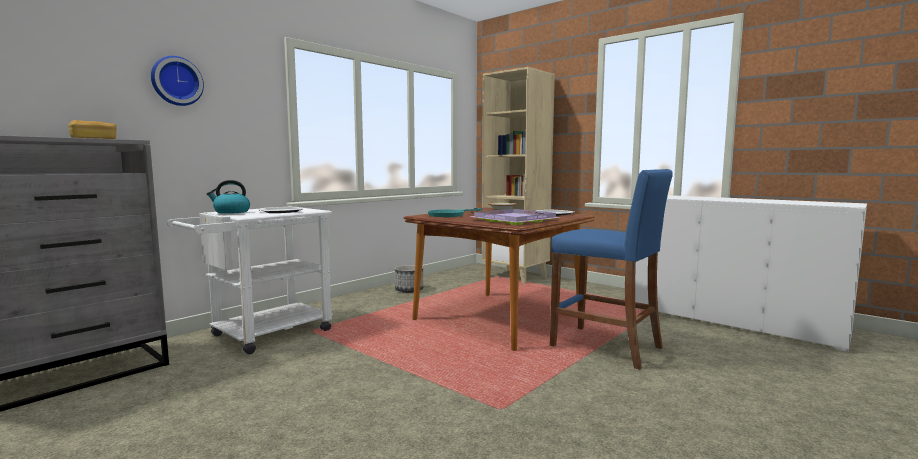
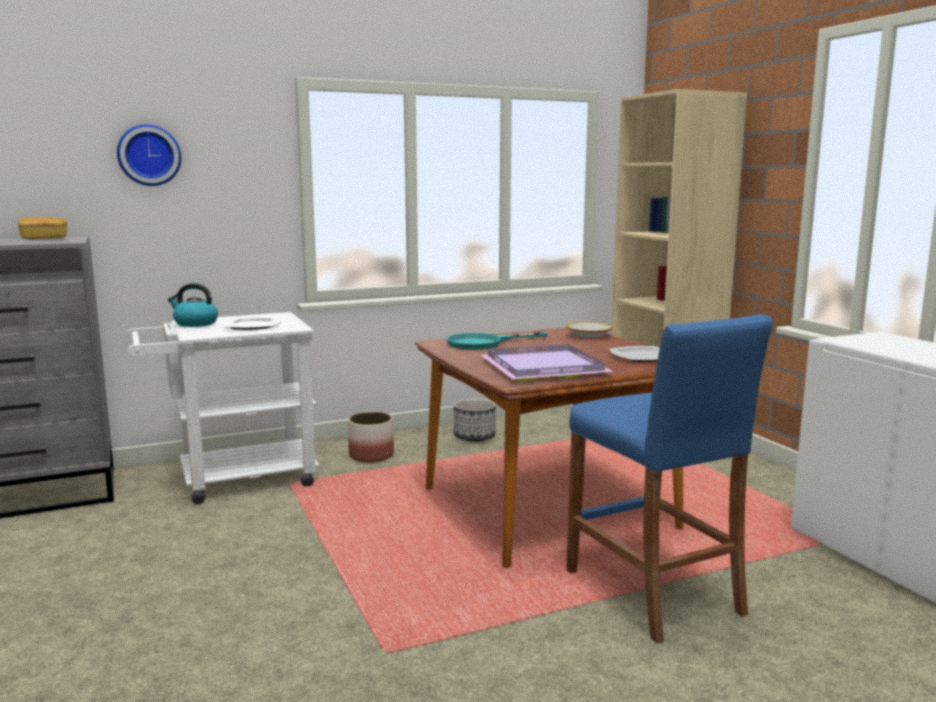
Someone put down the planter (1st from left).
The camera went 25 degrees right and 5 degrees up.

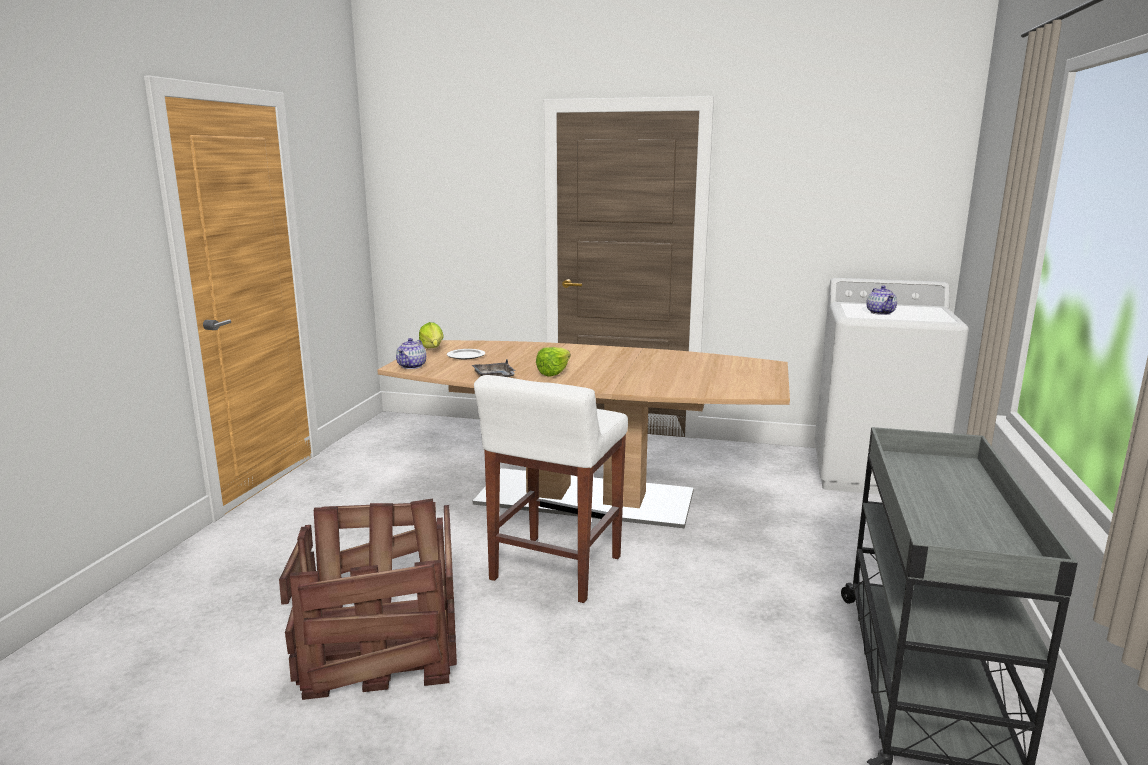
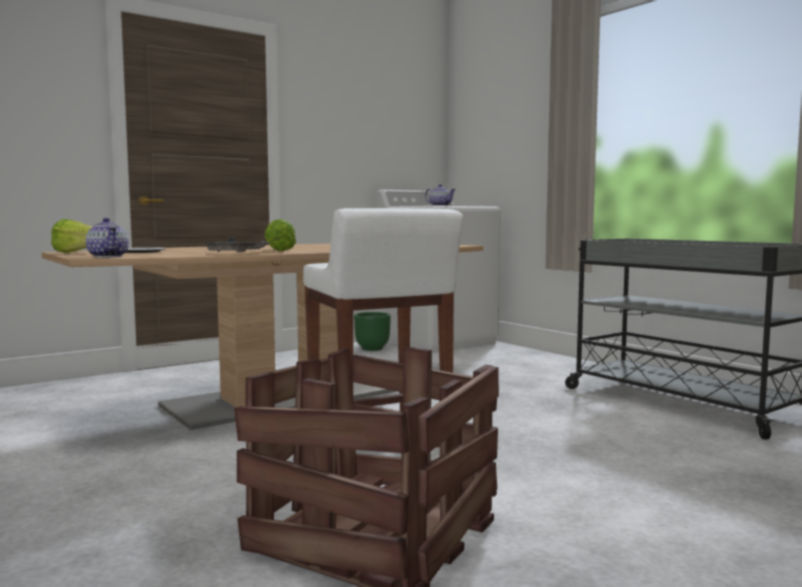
Someone put down the green planter.
The camera went 50 degrees left and 10 degrees down.

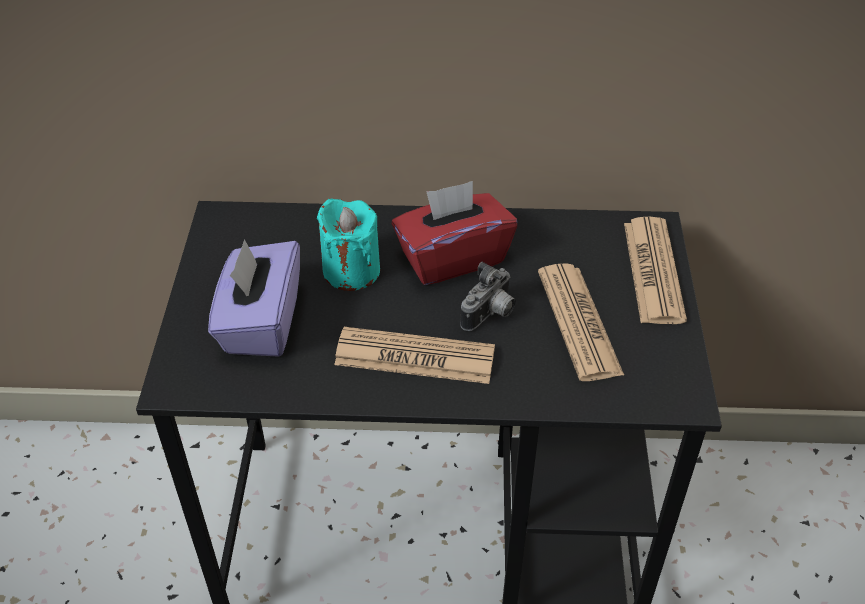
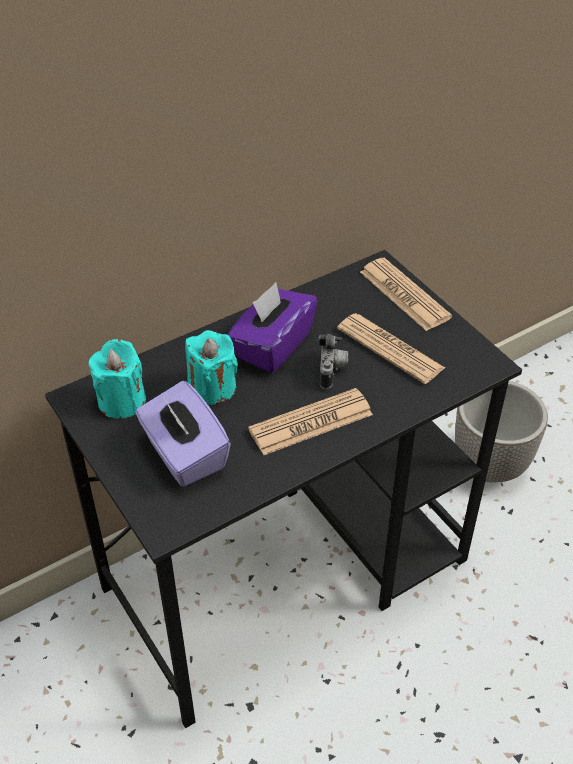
Someone put down the turquoise candle (1st from left).
Someone put down the planter.
Someone repainted the red tissue box, which became the purple tissue box (2nd from left).
The camera went 35 degrees left and 0 degrees up.

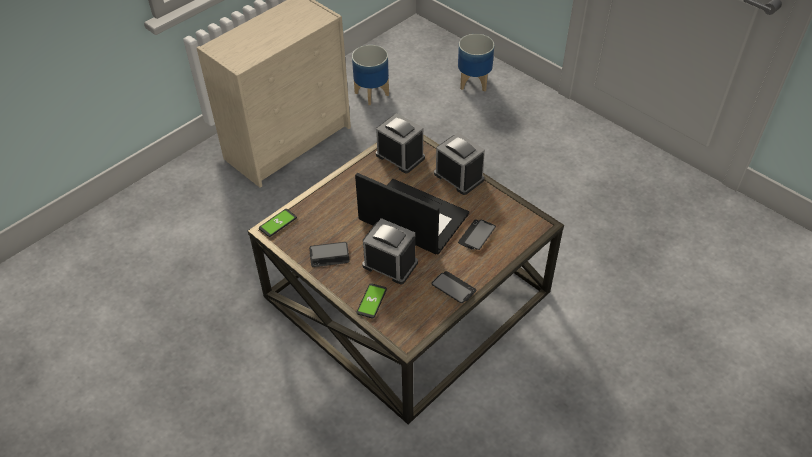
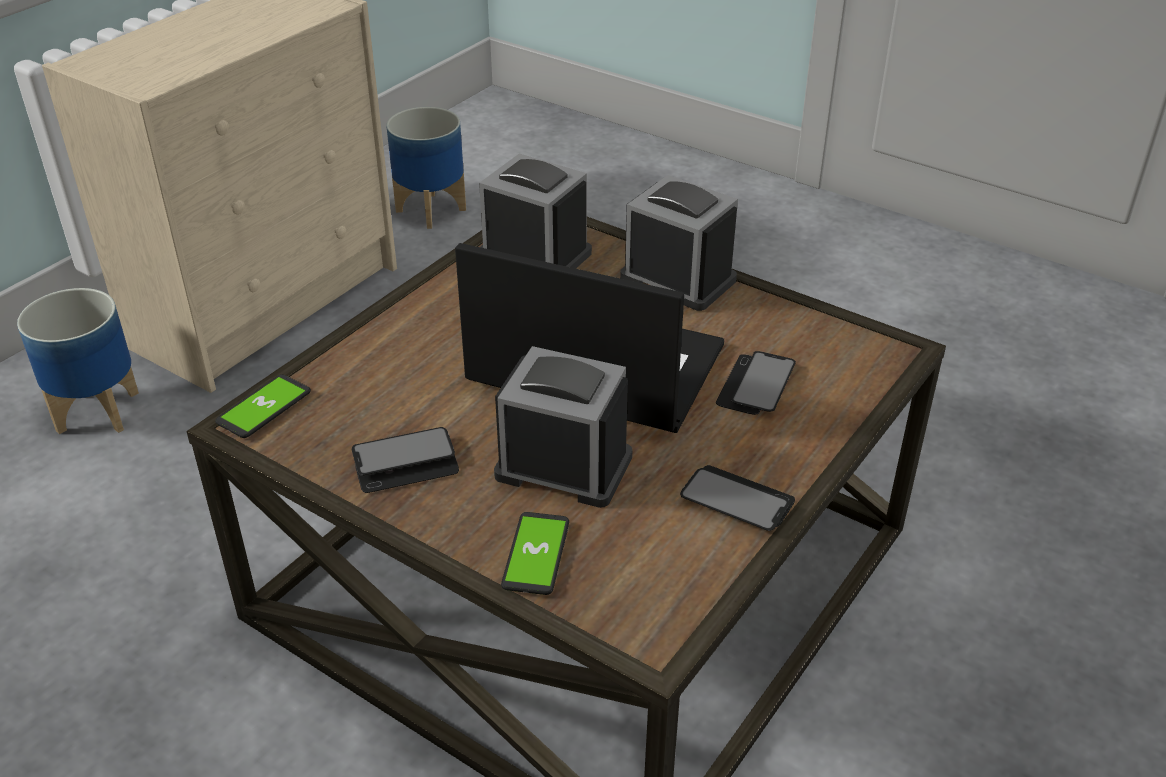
Someone carried the planter (2nd from left in the first image).
The camera went 10 degrees left and 10 degrees down.

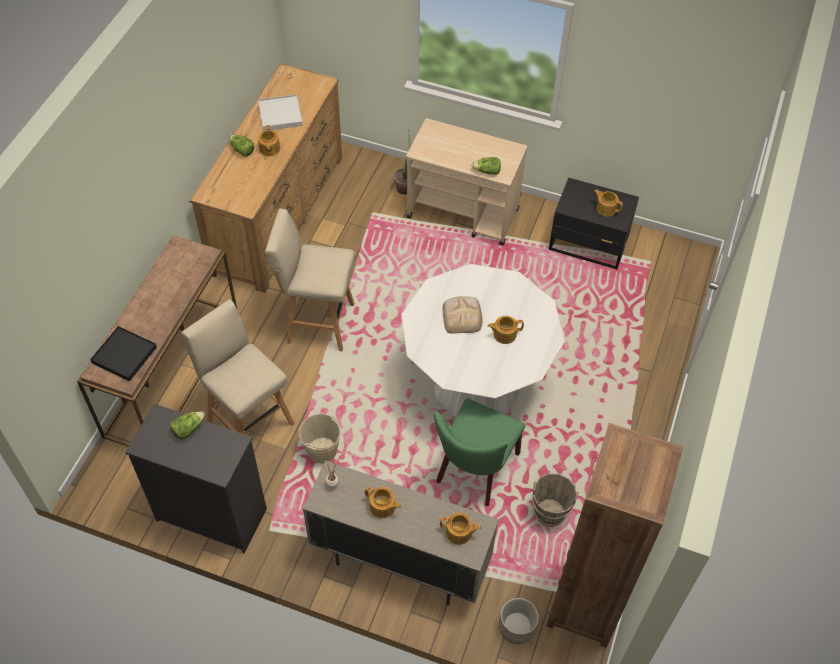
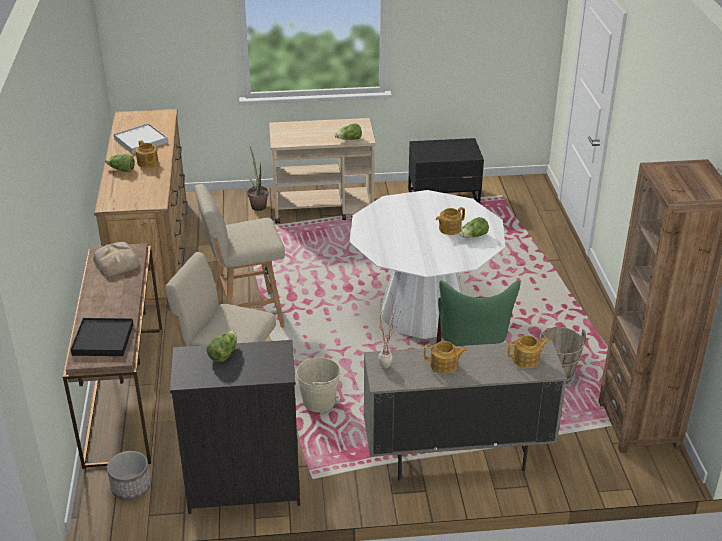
Someone took away the teapot (5th from left).
Someone put down the lettuce (4th from left).
Someone carried the bread.
Someone carried the planter.
The camera went 25 degrees left and 20 degrees down.

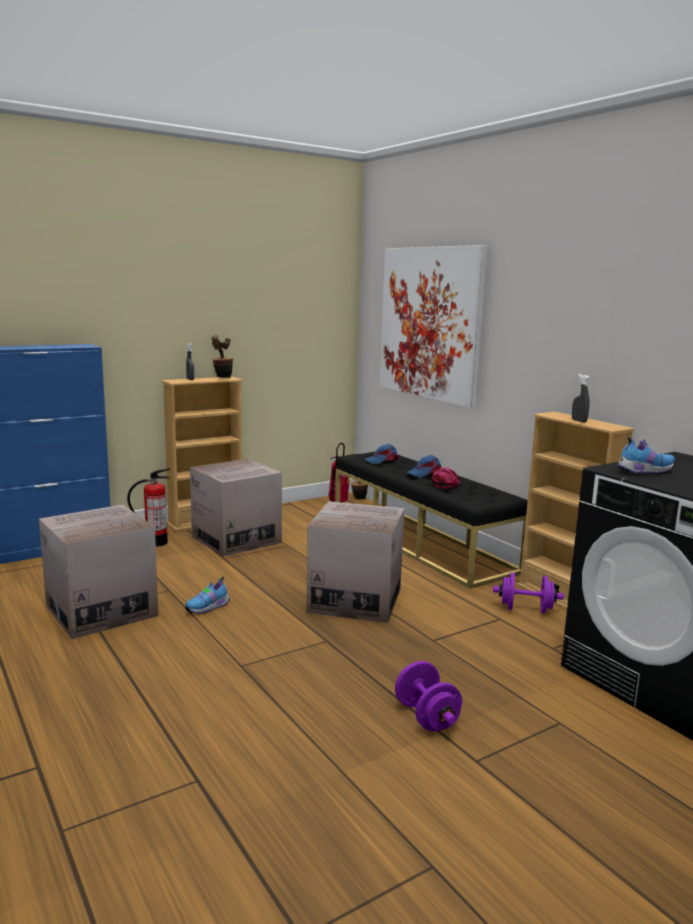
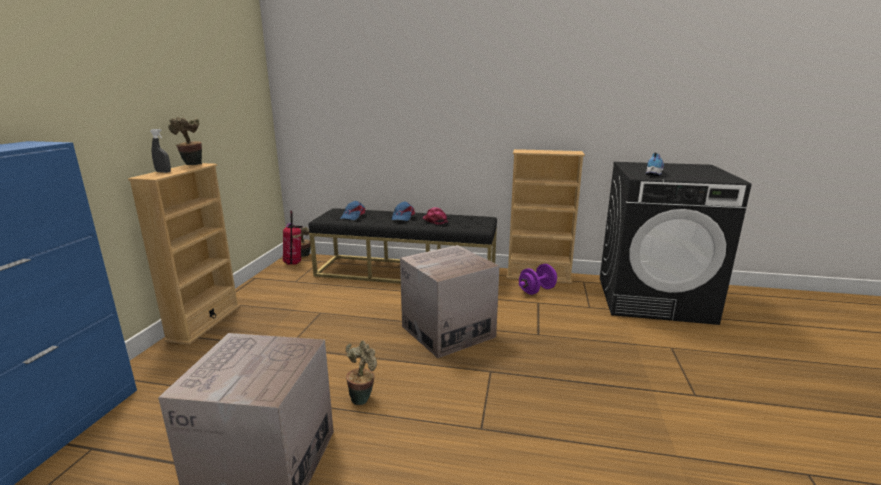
Someone took away the fire extinguisher (1st from left).
Someone took away the cardboard box (2nd from left).
Someone took away the picture.
Someone took away the purple dumbbell (1st from left).
Someone took away the grey spray bottle (2nd from left).
Someone swapped the shoe (1st from left) for the potted plant (3rd from left).
The camera went 45 degrees left and 5 degrees up.

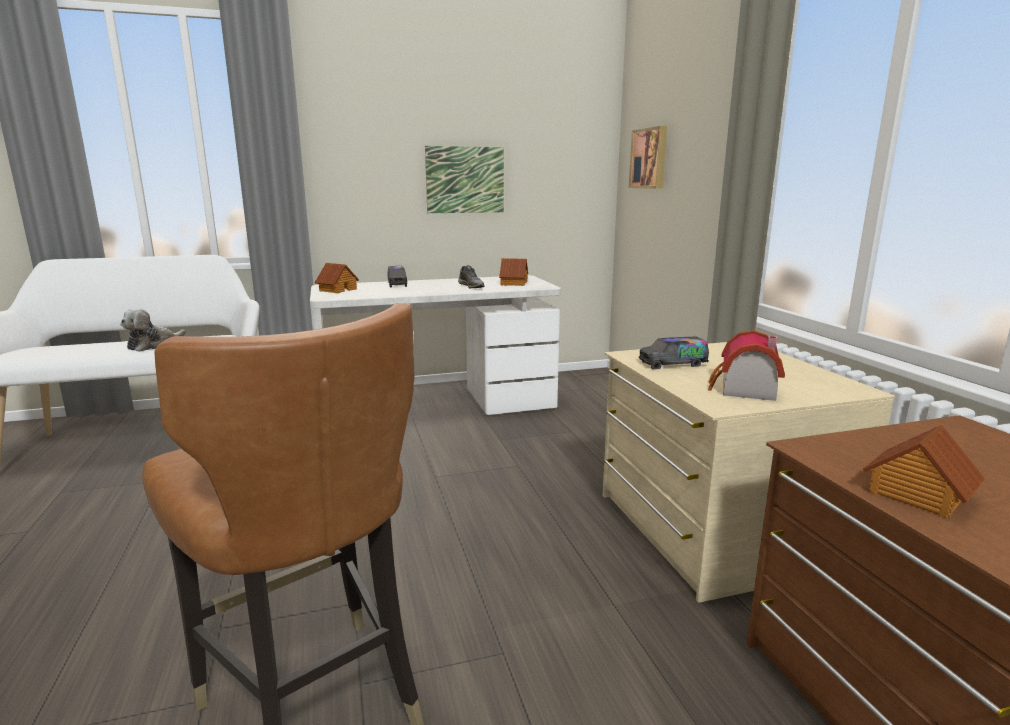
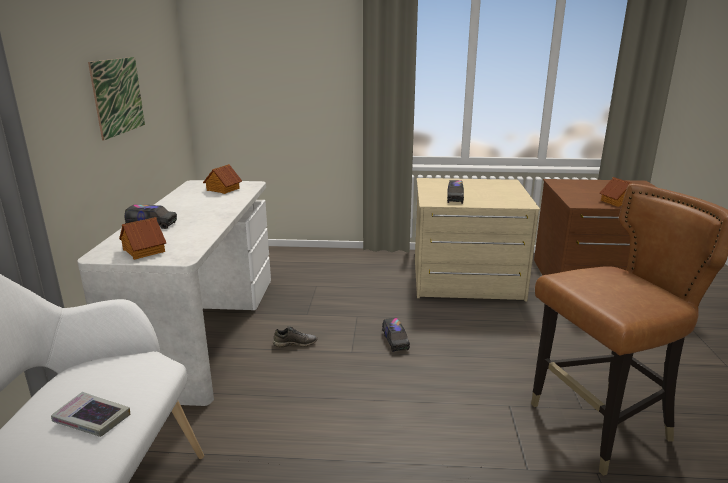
Someone took away the picture (2nd from left).
Someone took away the toy house (3rd from left).
Someone put down the toy truck (2nd from left).
Someone carried the grey shoe.
Someone swapped the plush toy for the book.
The camera went 70 degrees left and 5 degrees up.

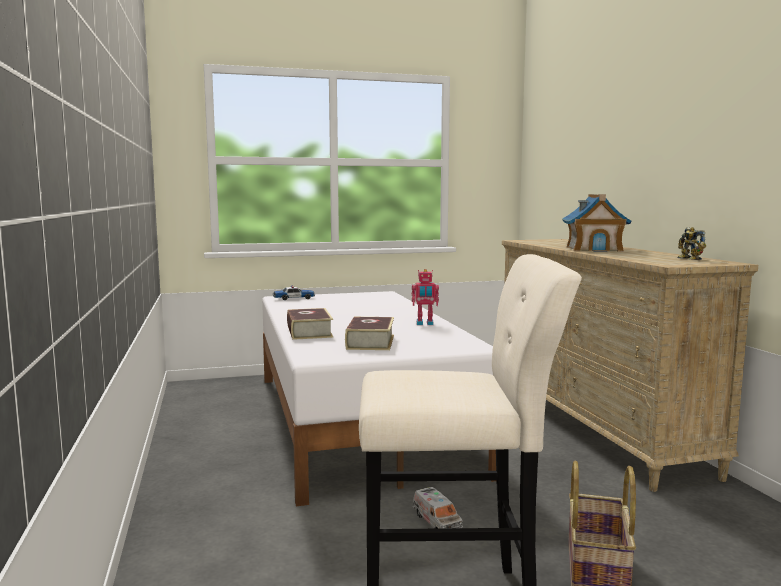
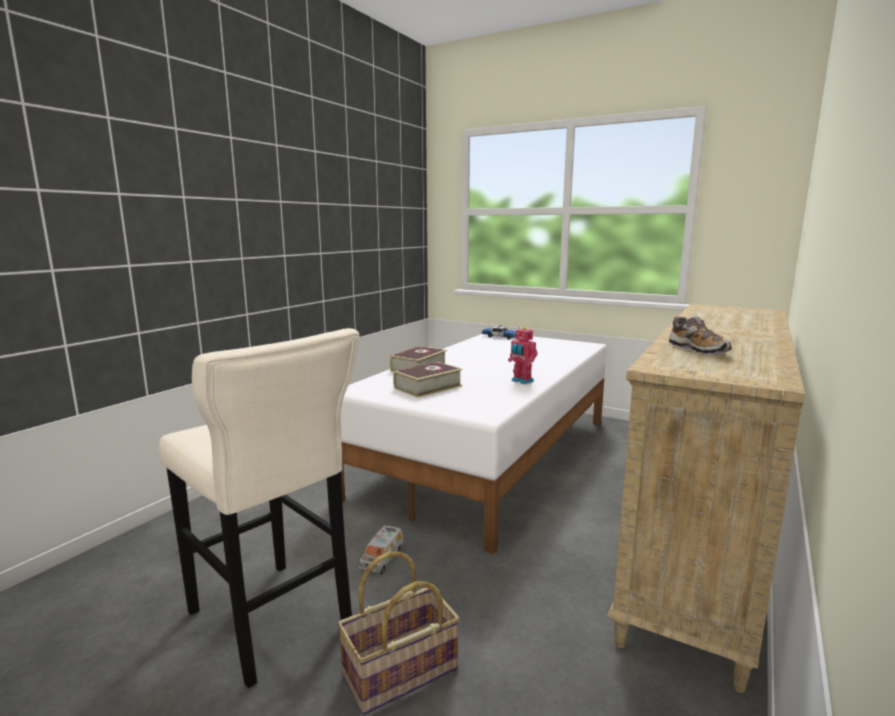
Someone took away the toy house.
Someone took away the toy robot (2nd from left).
Someone put down the shoe.
The camera went 45 degrees right and 5 degrees up.

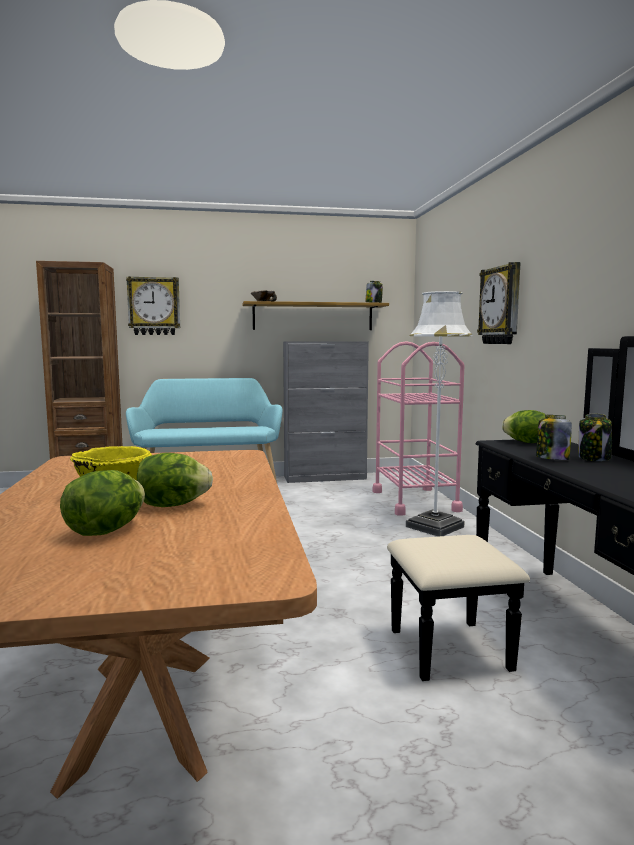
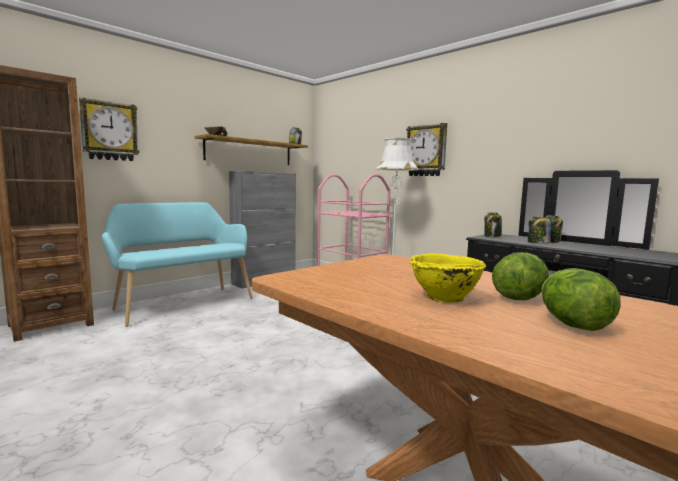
Someone swapped the lettuce (3rd from left) for the jar (2nd from left).
The camera went 35 degrees left and 0 degrees up.

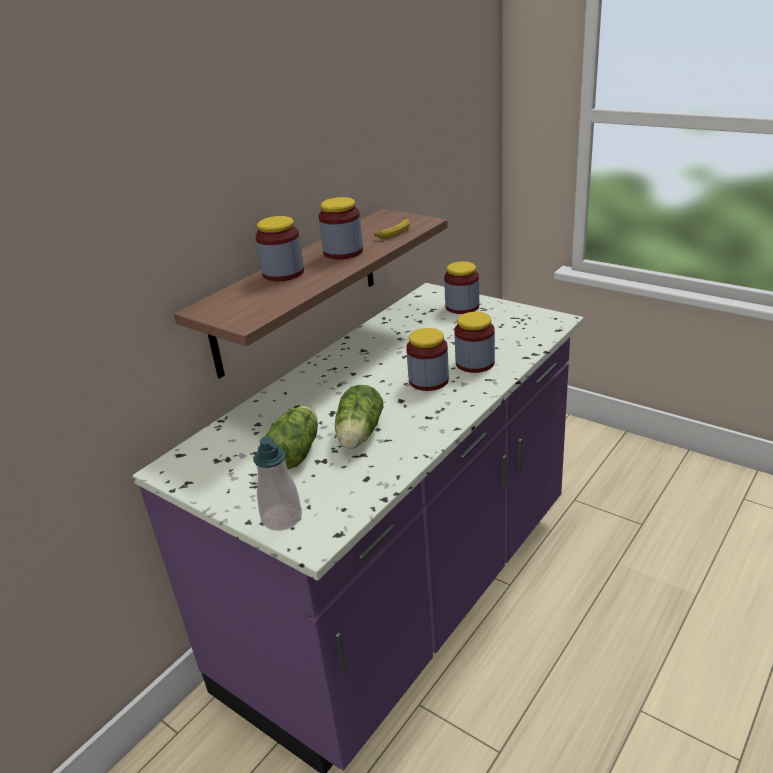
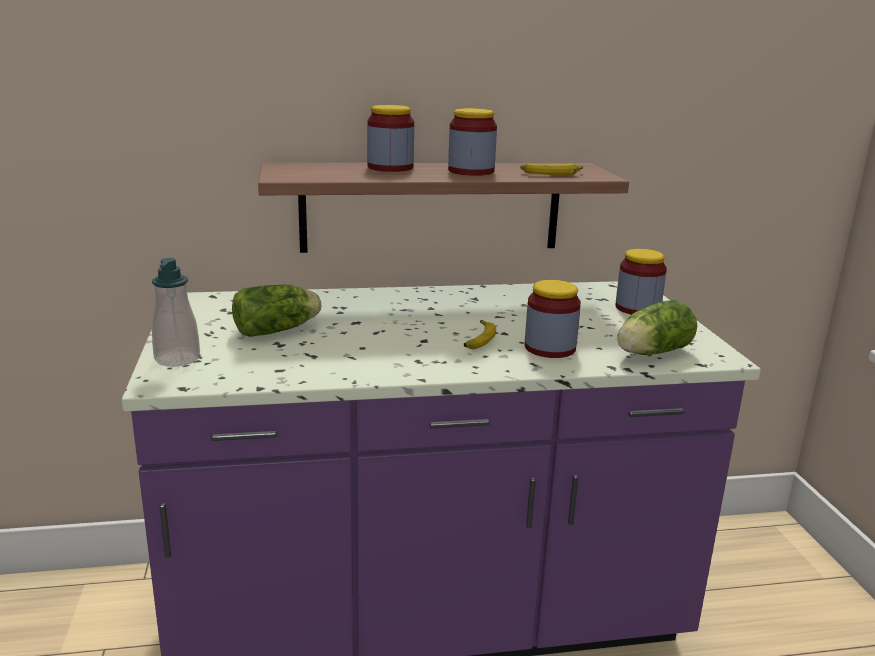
Someone carried the lettuce (2nd from left).
Someone swapped the jar (3rd from left) for the banana (1st from left).
The camera went 40 degrees right and 10 degrees down.

